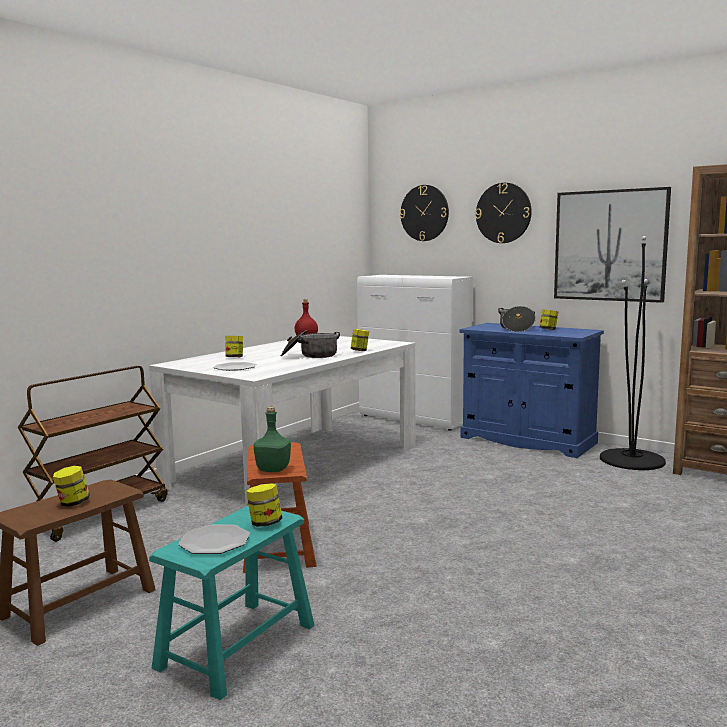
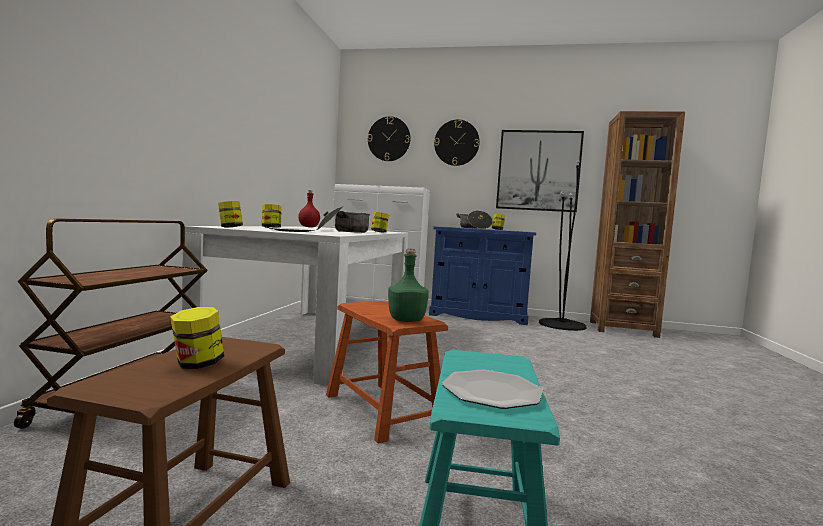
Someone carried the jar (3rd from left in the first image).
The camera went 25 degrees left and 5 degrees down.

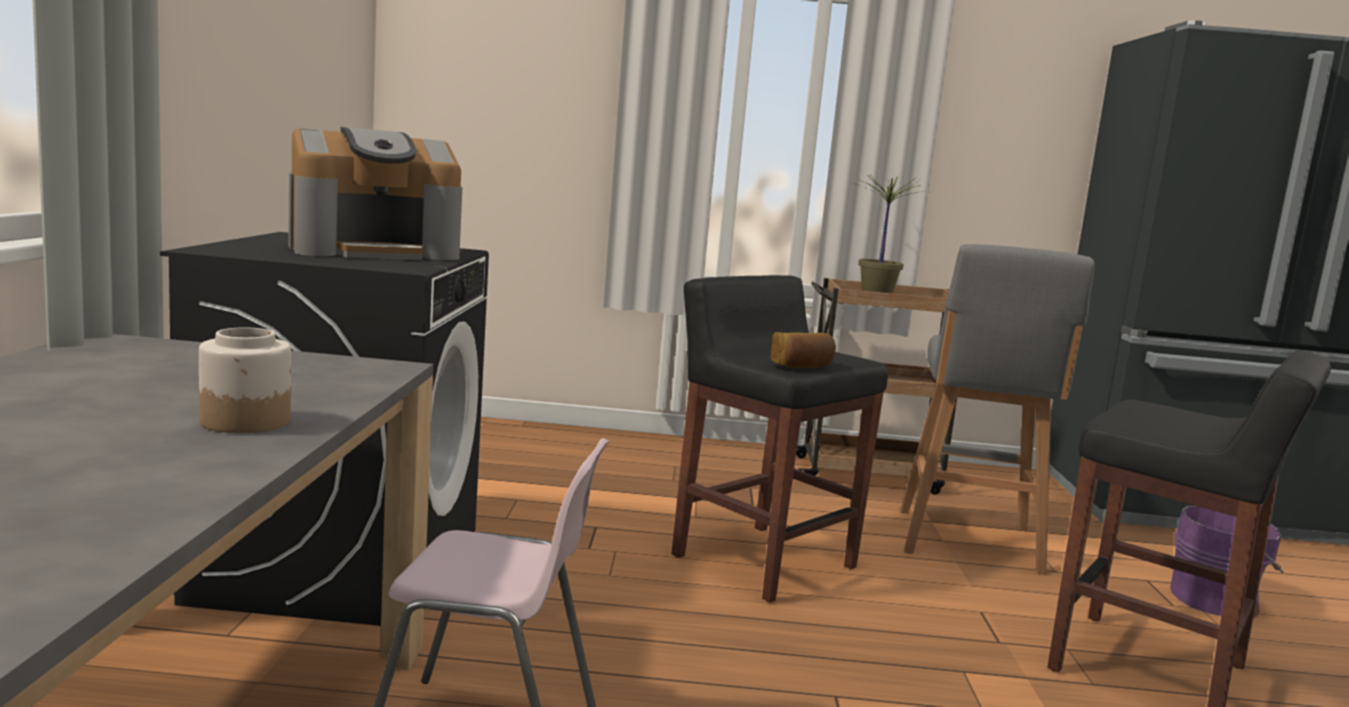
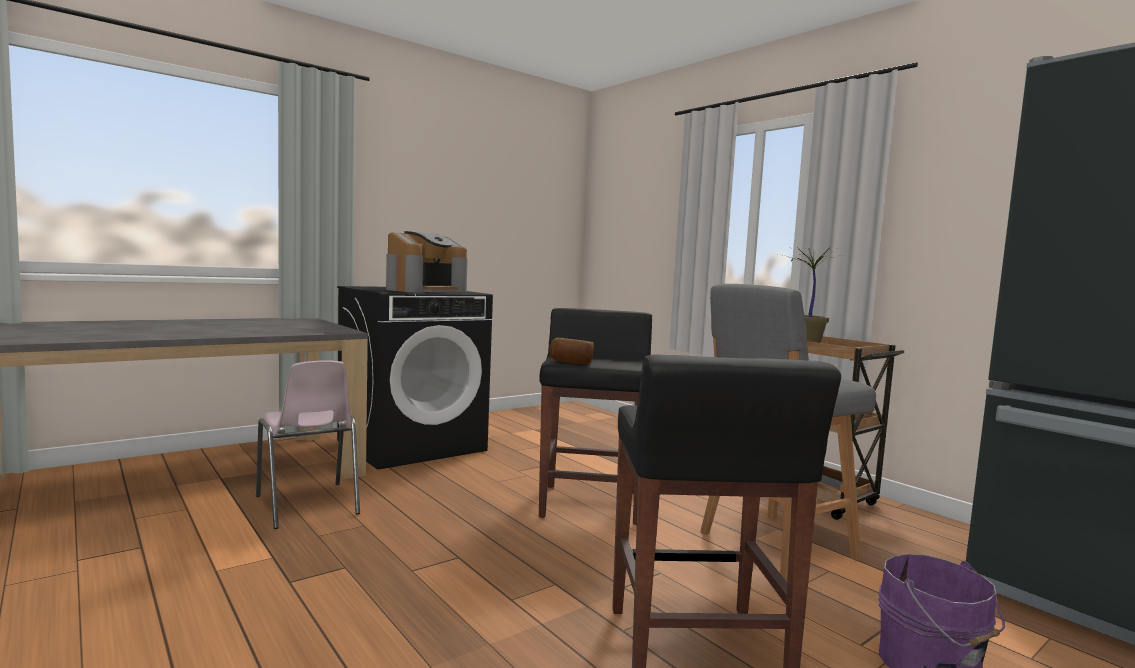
Someone took away the jar.
Someone rotated the coffee machine by 75 degrees counterclockwise.
The camera went 50 degrees right and 5 degrees down.

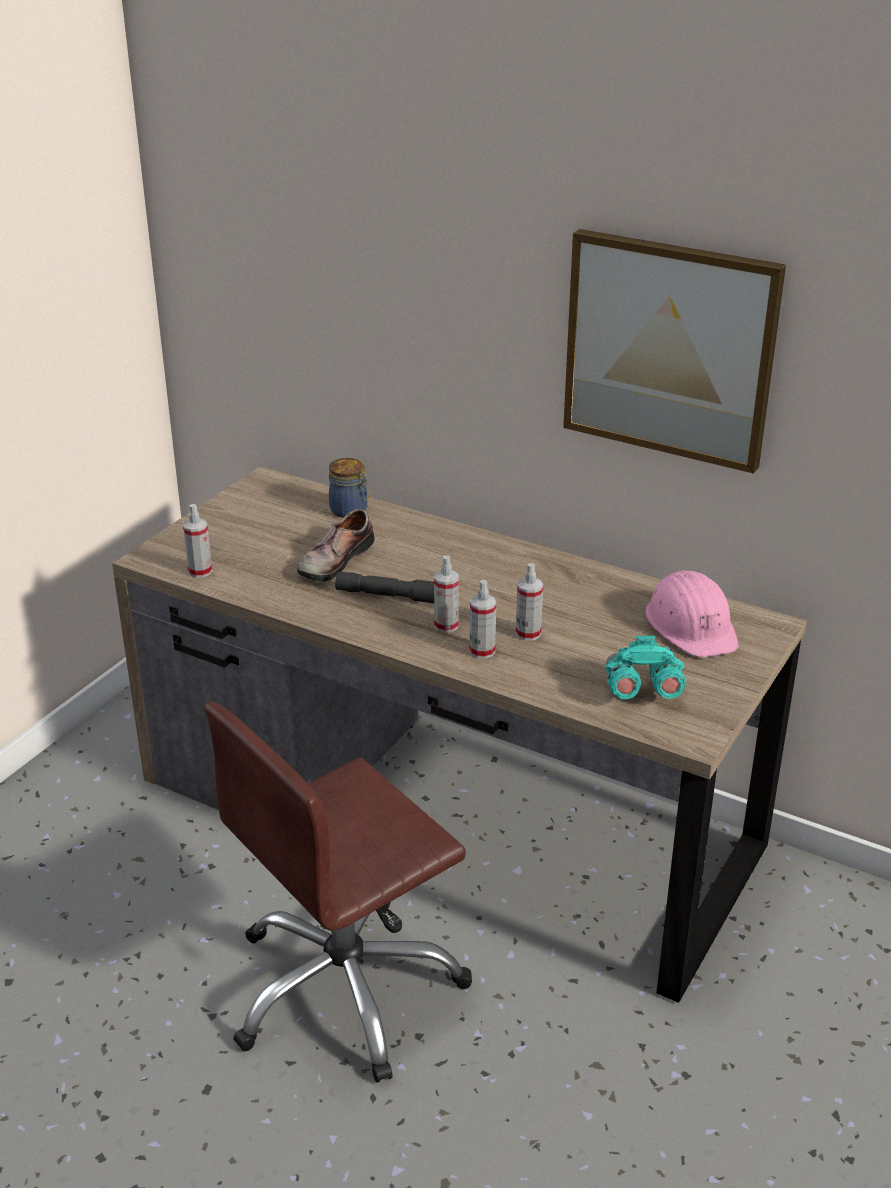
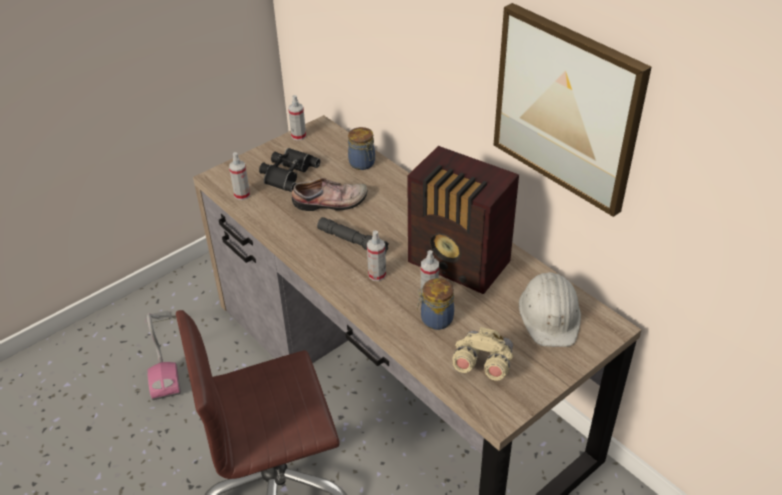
Someone put down the vacuum cleaner.
Someone put down the black binoculars.
Someone put down the radio.
Someone put down the jar (2nd from left).
Someone carried the spray bottle (3rd from left in the first image).
Someone repainted the turquoise binoculars, which became the beige binoculars.
Someone repainted the pink hard hat, which became the white hard hat.
Someone rotated the shoe by 150 degrees counterclockwise.
The camera went 20 degrees right and 10 degrees up.

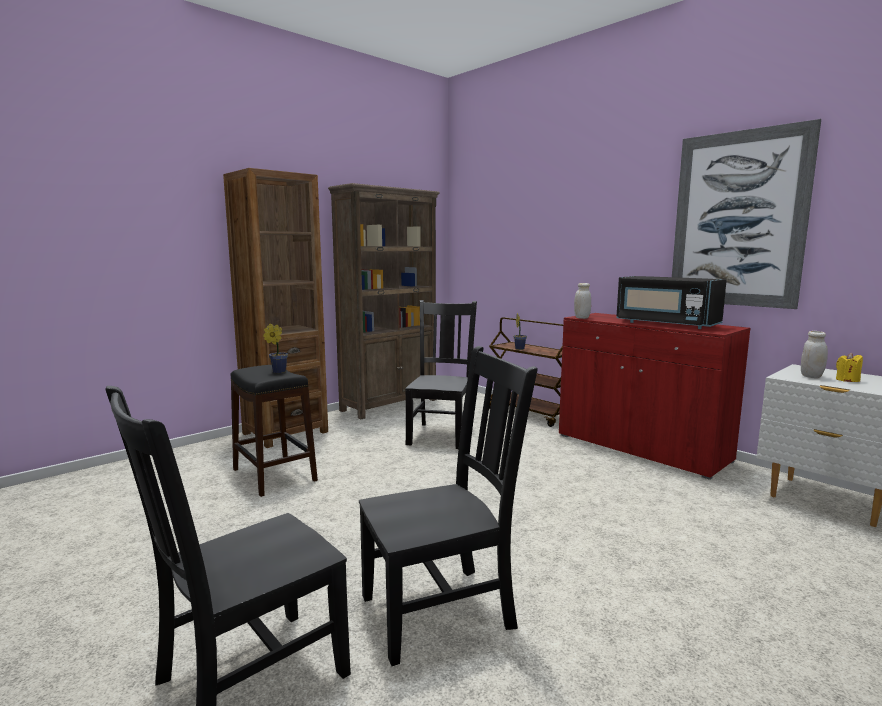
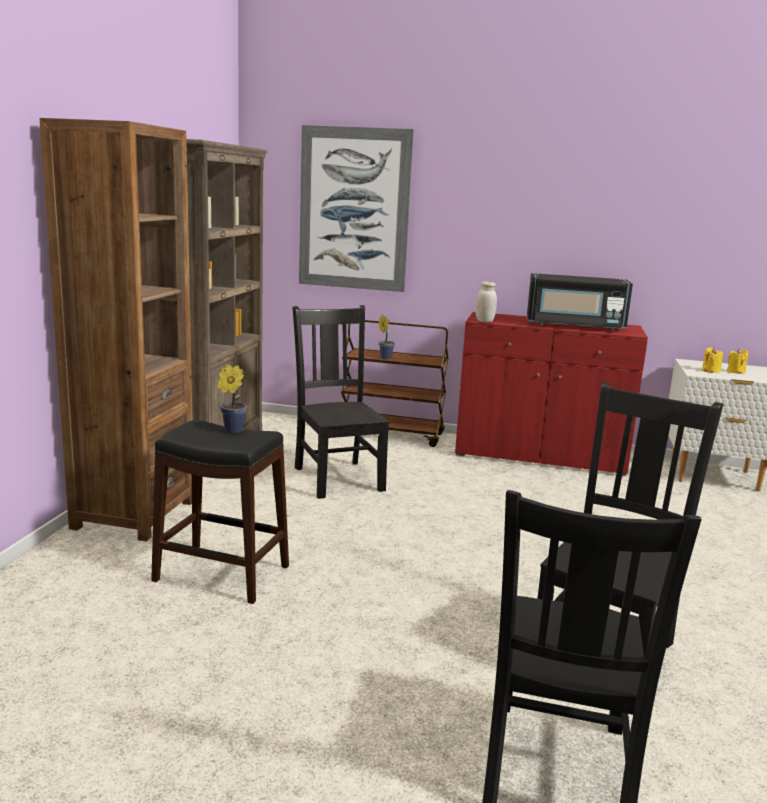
Someone carried the picture.
Someone swapped the white jar (2nd from left) for the yellow candle (1st from left).
The camera went 35 degrees left and 5 degrees up.

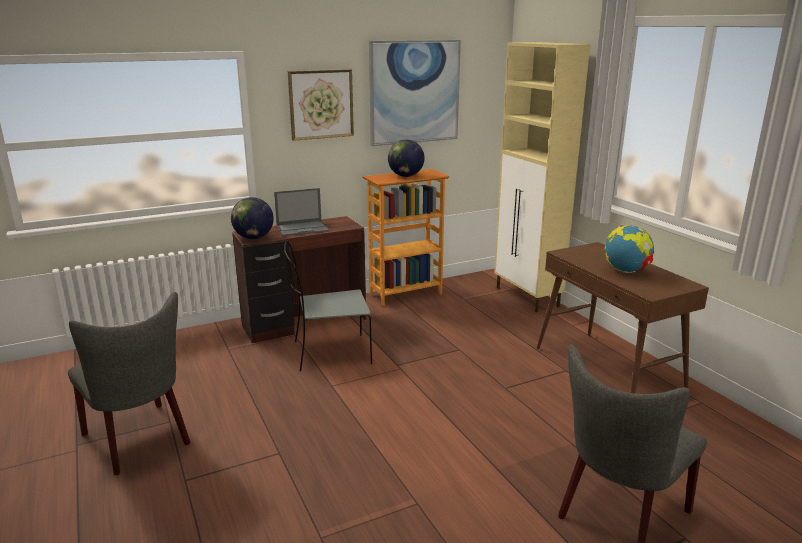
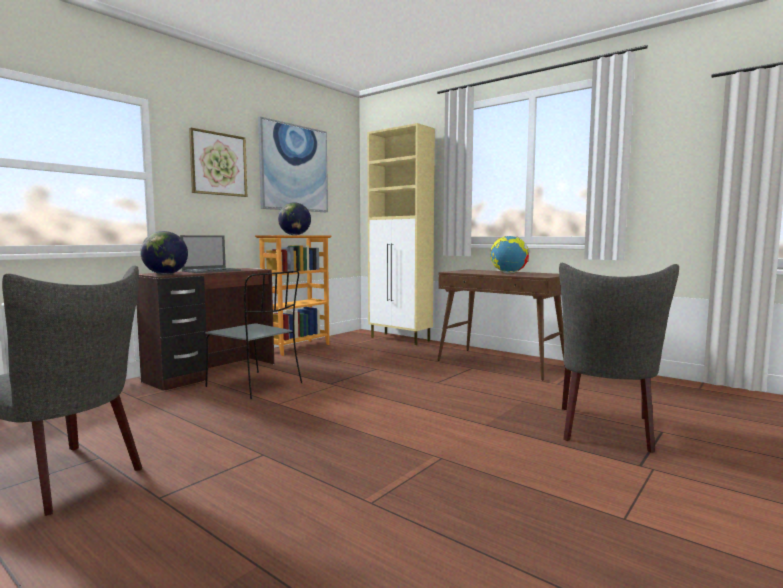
Someone rotated the grey chair (2nd from left) by 105 degrees counterclockwise.
The camera went 25 degrees left and 15 degrees down.

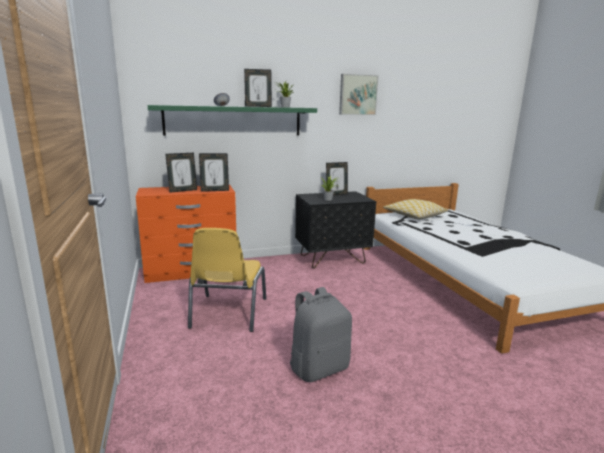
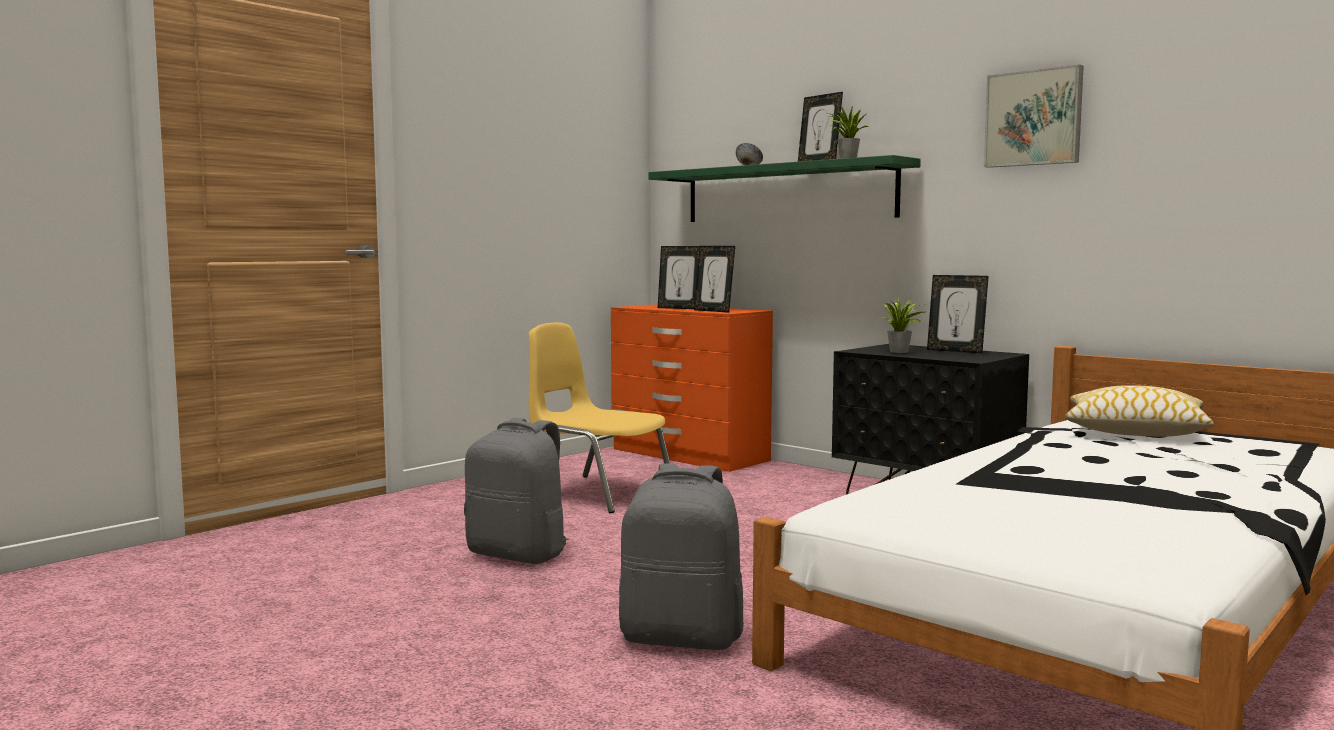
Someone put down the grey backpack (2nd from left).
Someone rotated the yellow chair by 60 degrees clockwise.
The camera went 60 degrees right and 10 degrees down.

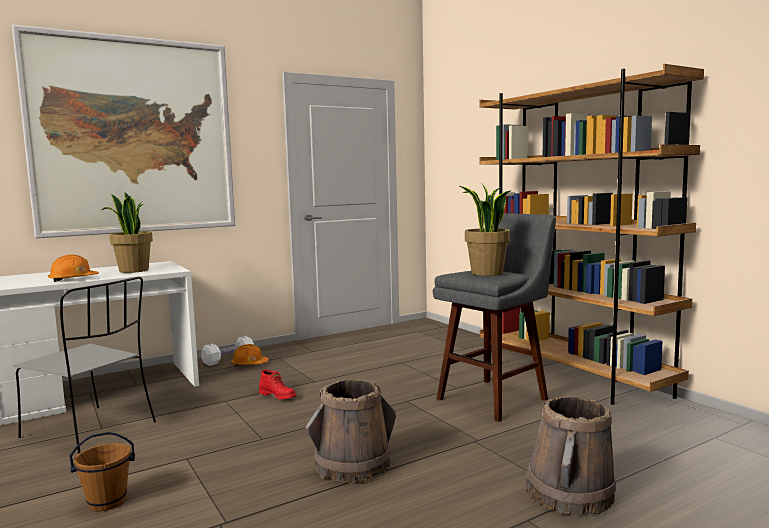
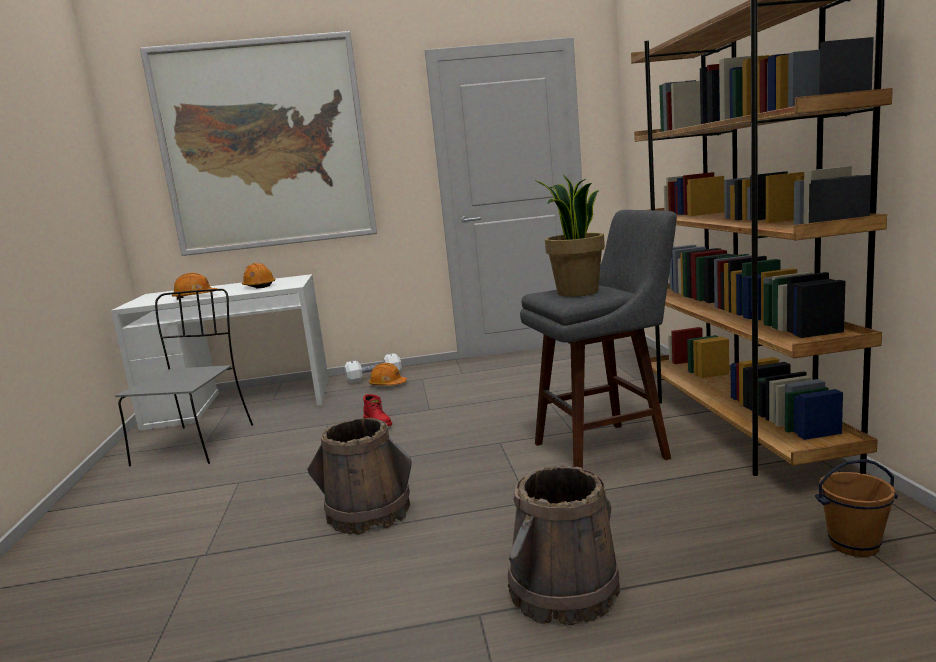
Someone carried the brown bucket (1st from left in the first image).
Someone swapped the potted plant (1st from left) for the orange hard hat (2nd from left).
Someone rotated the grey chair by 135 degrees counterclockwise.
The camera went 25 degrees right and 5 degrees up.

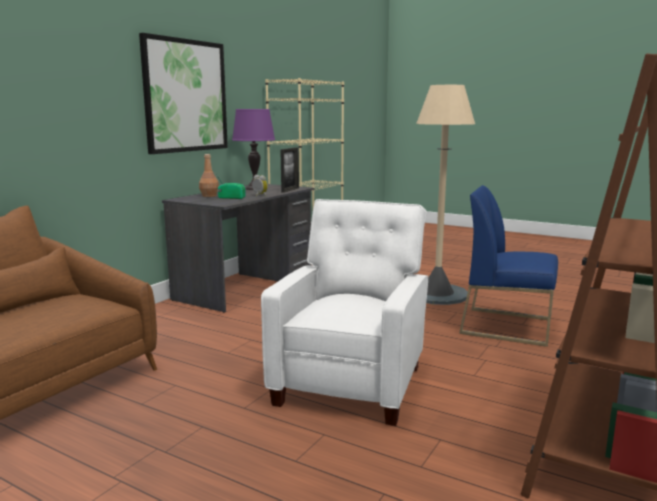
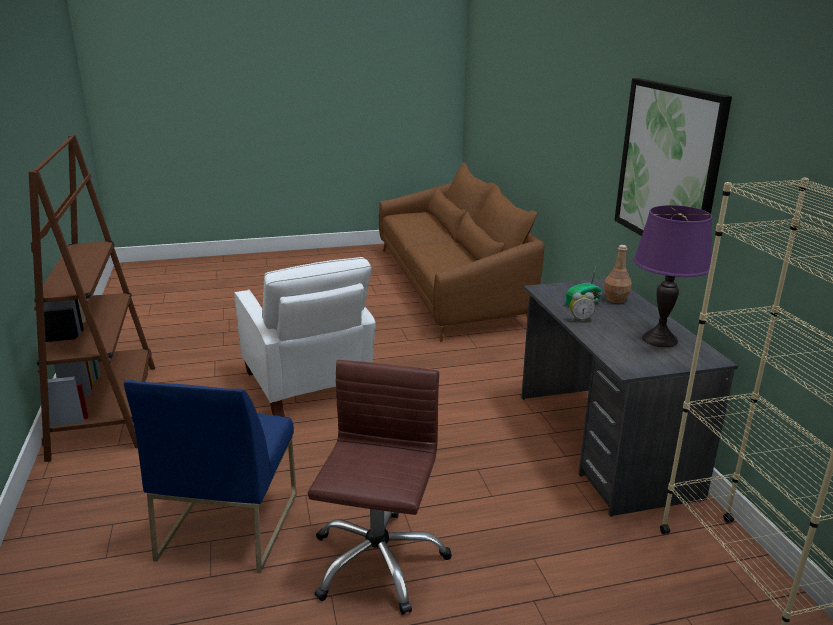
Someone took away the picture frame.
Someone swapped the beige floor lamp for the brown office chair.
Someone rotated the blue chair by 120 degrees clockwise.
The camera went 135 degrees right and 10 degrees up.

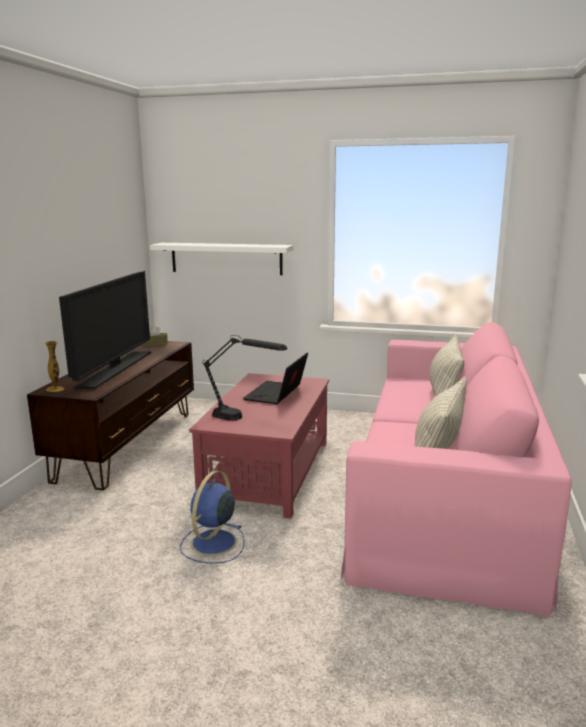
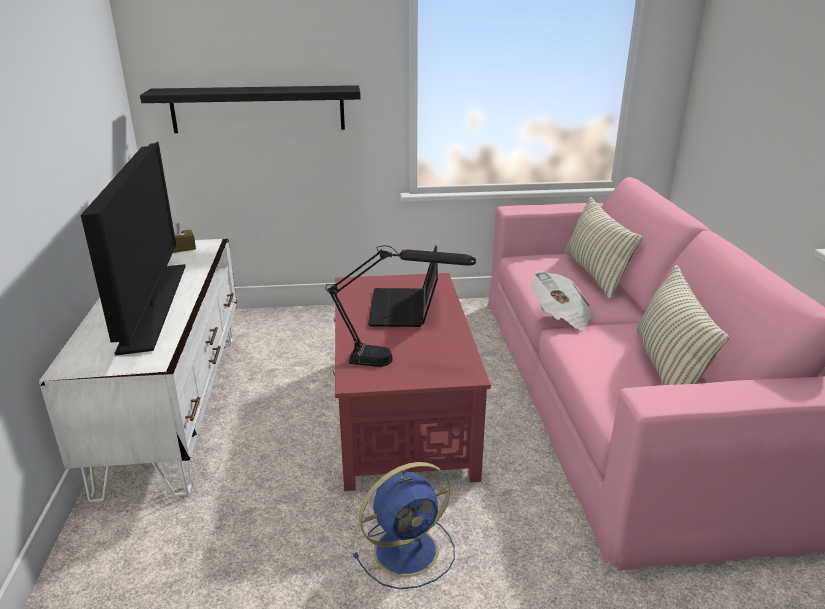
Someone took away the vase.
Someone put down the newspaper.
Someone repainted the brown tv stand, which became the white tv stand.
Someone repainted the white shelf, which became the black shelf.
Someone rotated the blue fan by 120 degrees counterclockwise.
The camera went 20 degrees left and 10 degrees up.

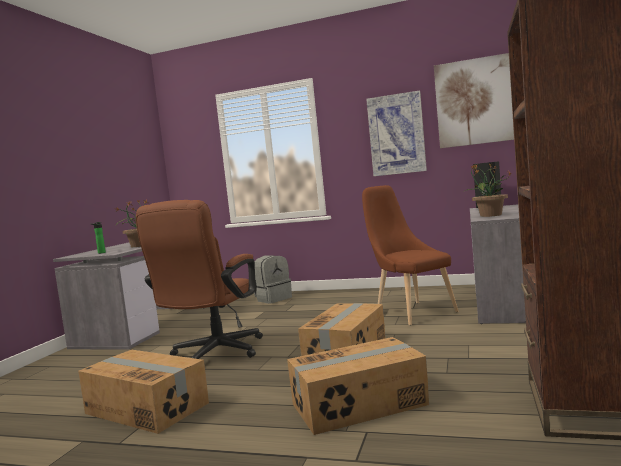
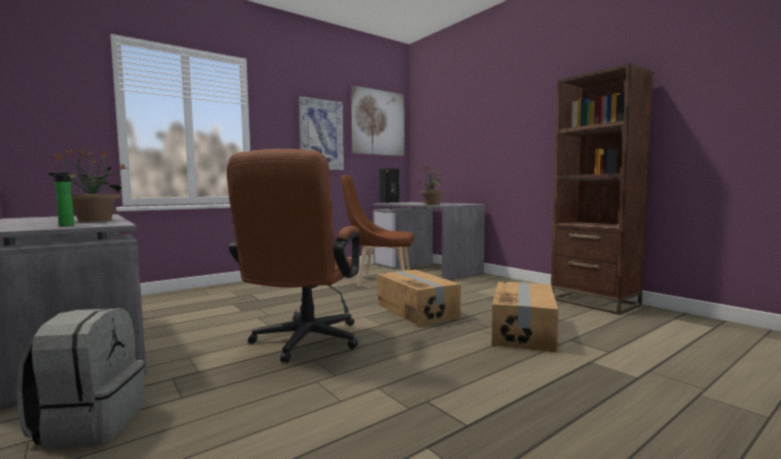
Someone took away the cardboard box (1st from left).
Someone carried the grey backpack.
Someone rotated the brown office chair by 45 degrees clockwise.
The camera went 55 degrees left and 0 degrees up.

